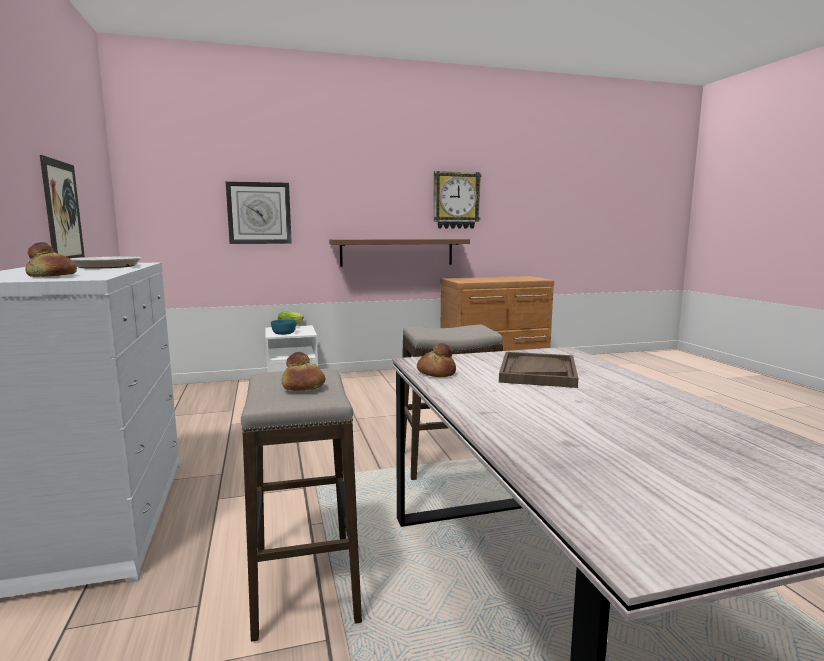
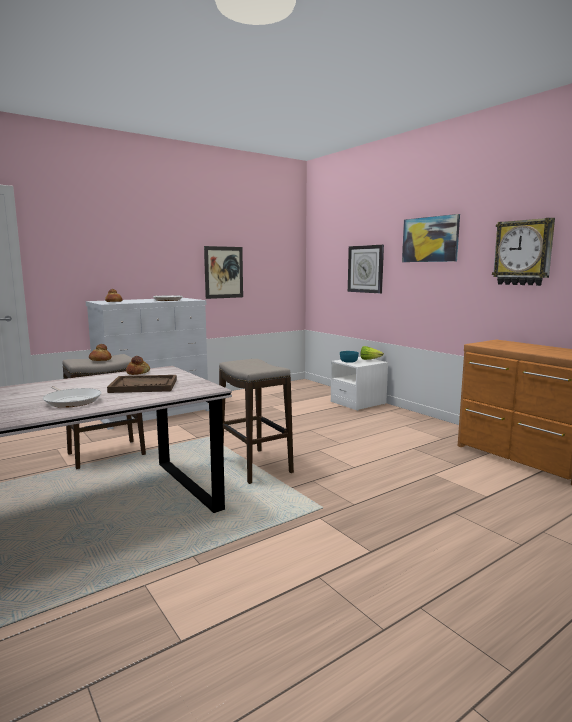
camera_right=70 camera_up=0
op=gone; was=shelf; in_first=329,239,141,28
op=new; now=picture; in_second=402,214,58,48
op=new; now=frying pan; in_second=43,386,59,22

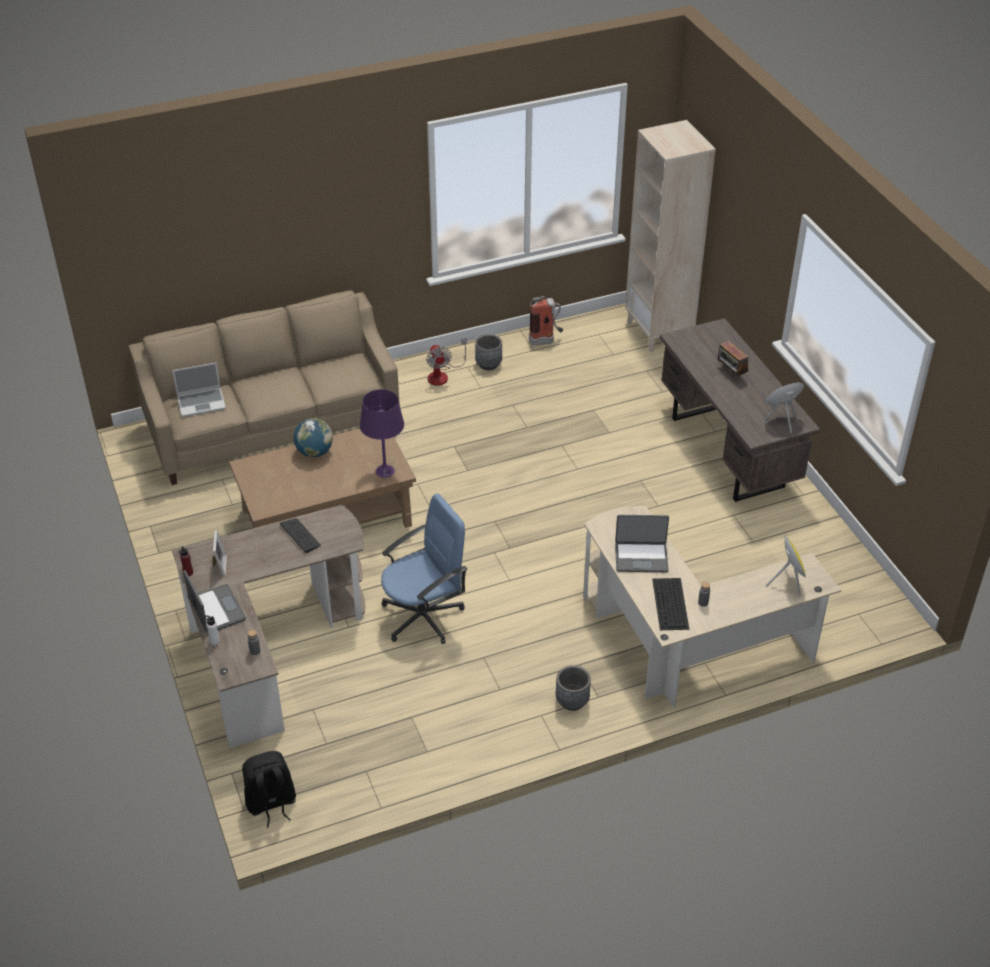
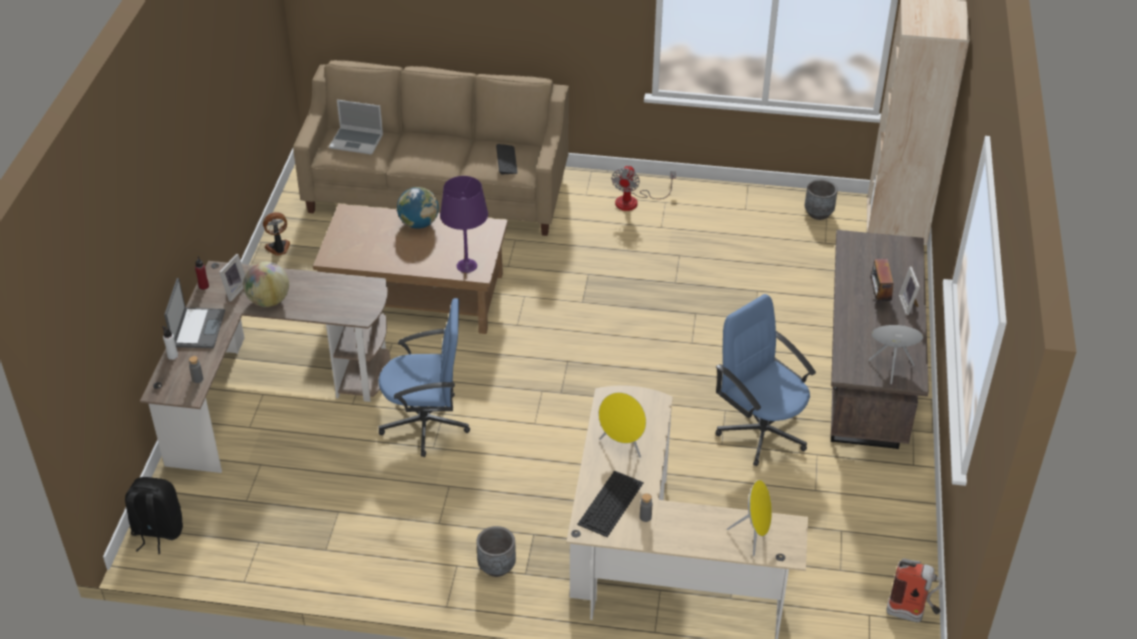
camera_right=30 camera_up=0
op=shifted; was=fire extinguisher; in_first=529,296,34,49; in_second=886,559,56,64
op=shifted; was=planter (grey); in_first=475,334,27,36; in_second=805,179,33,41
op=swapped; was=laptop; now=speaker (yellow); in_first=615,515,54,57; in_second=599,392,47,66
op=shifted; was=keyboard; in_first=280,518,41,35; in_second=496,144,22,30
op=new; now=fan; in_second=263,212,27,44
op=new; now=globe; in_second=243,262,46,45
op=new; now=picture frame; in_second=899,266,21,49
op=new; now=office chair (blue); in_second=715,294,101,172

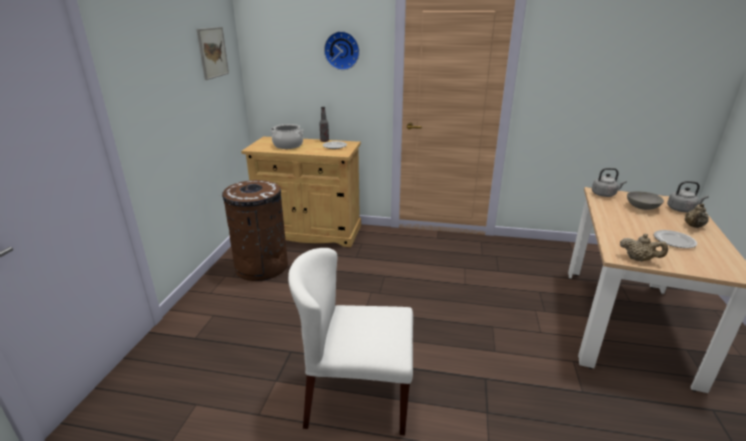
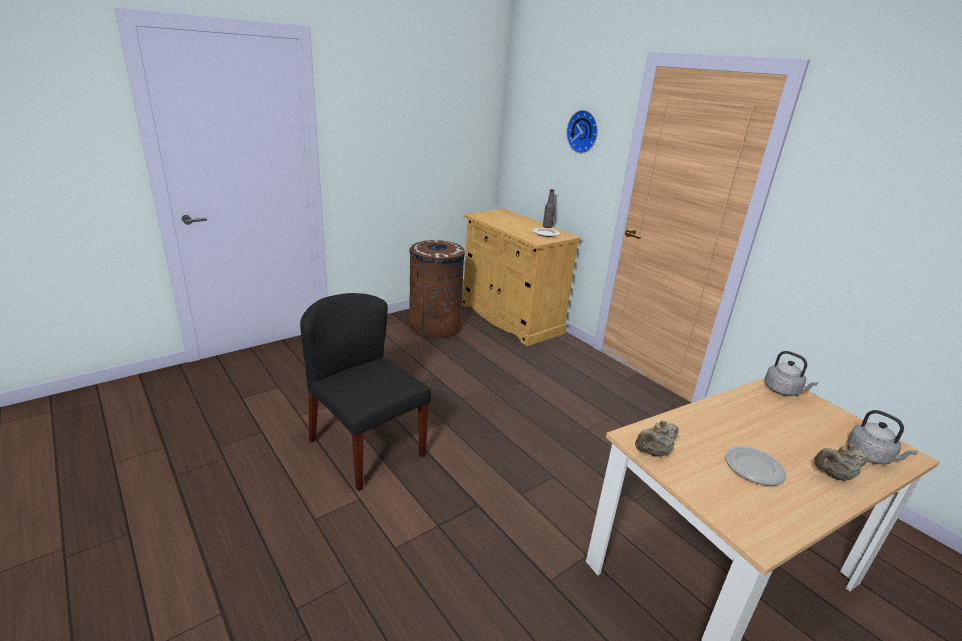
camera_right=40 camera_up=0
op=gone; was=picture; in_first=197,27,32,53
op=gone; was=cooking pot; in_first=270,124,34,25
op=gone; was=bowl (grey); in_first=627,191,37,19
op=rotated; was=teapot (beige); in_first=620,234,48,27; in_second=635,420,44,37; clockwise=75
op=repainted; was=chair (white); now=chair (black); in_first=288,248,125,187; in_second=300,293,131,198

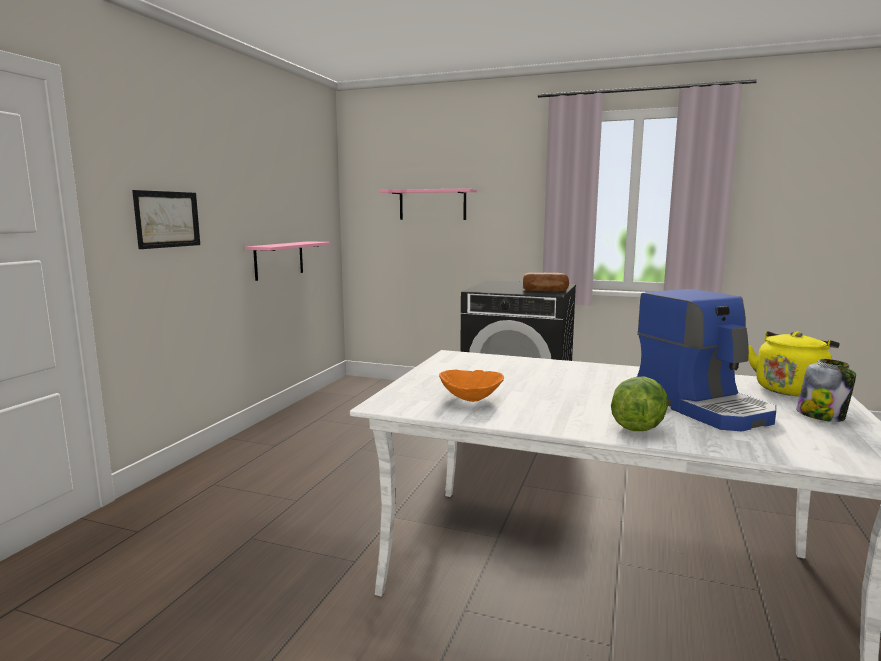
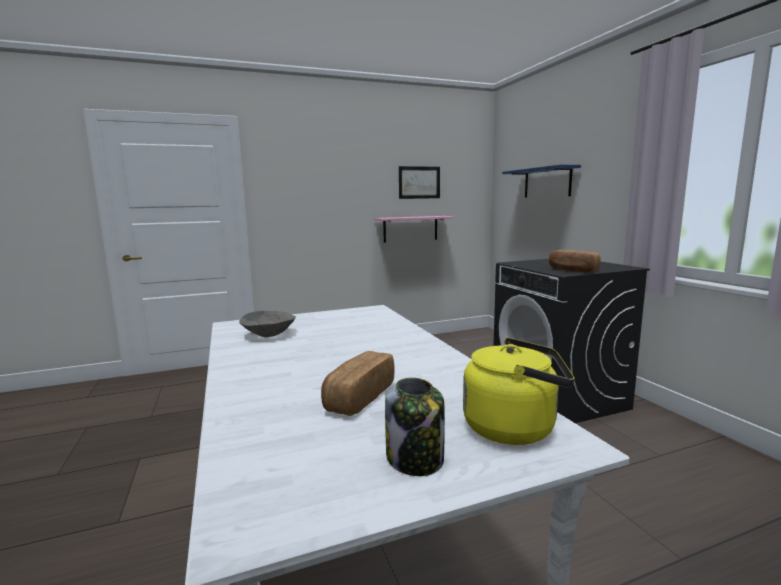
camera_right=50 camera_up=0
op=repainted; was=shelf (pink); now=shelf (blue); in_first=380,188,97,32; in_second=502,165,79,33
op=shifted; was=picture; in_first=132,190,68,59; in_second=399,166,41,33
op=swapped; was=coffee machine; now=bread; in_first=637,289,139,142; in_second=321,351,74,65
op=repainted; was=bowl (orange); now=bowl (grey); in_first=439,369,65,33; in_second=239,311,57,26
op=gone; was=lettuce; in_first=611,376,57,55

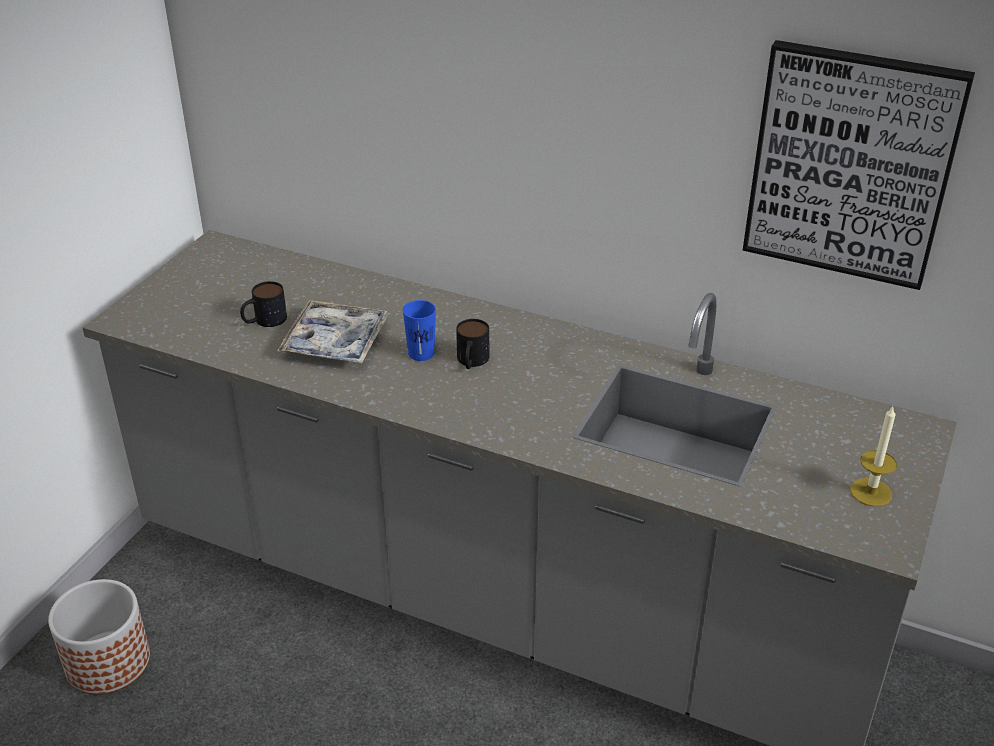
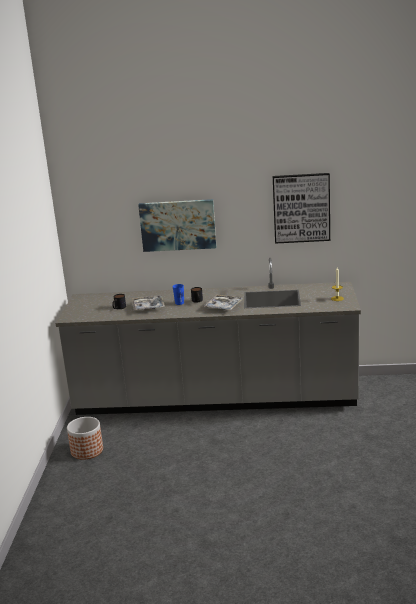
camera_right=-20 camera_up=-15
op=new; now=picture; in_second=138,199,78,53
op=new; now=tray; in_second=203,295,40,15

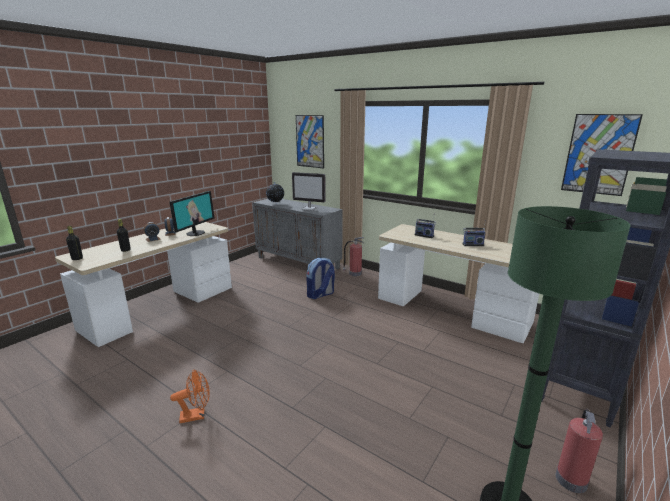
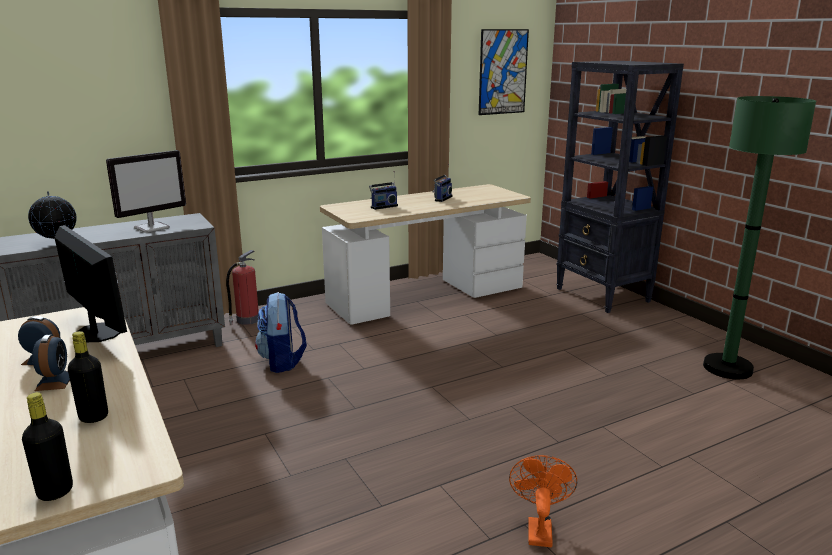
camera_right=-65 camera_up=0
op=gone; was=picture; in_first=296,115,28,53
op=gone; was=fire extinguisher; in_first=556,409,47,84

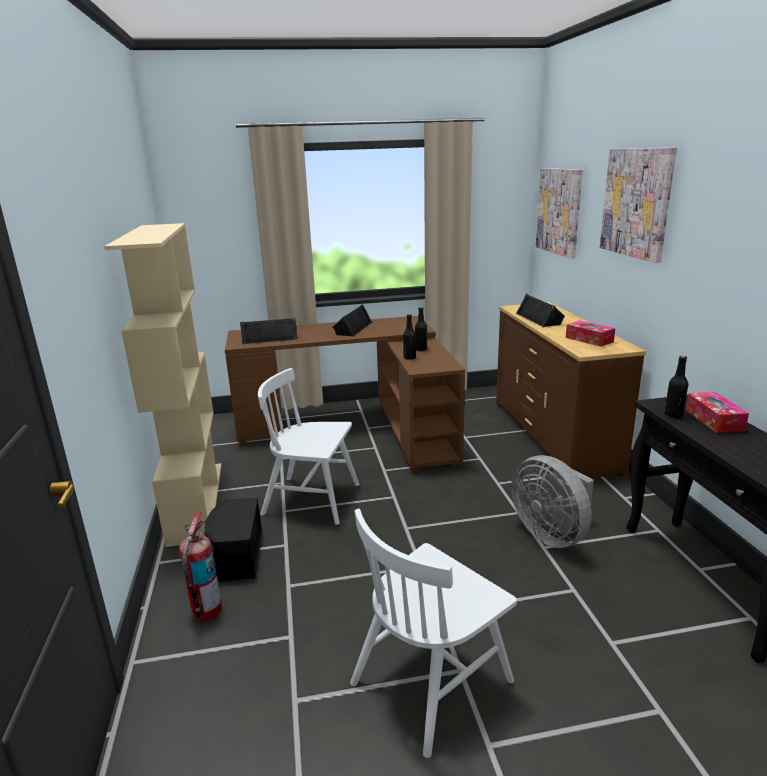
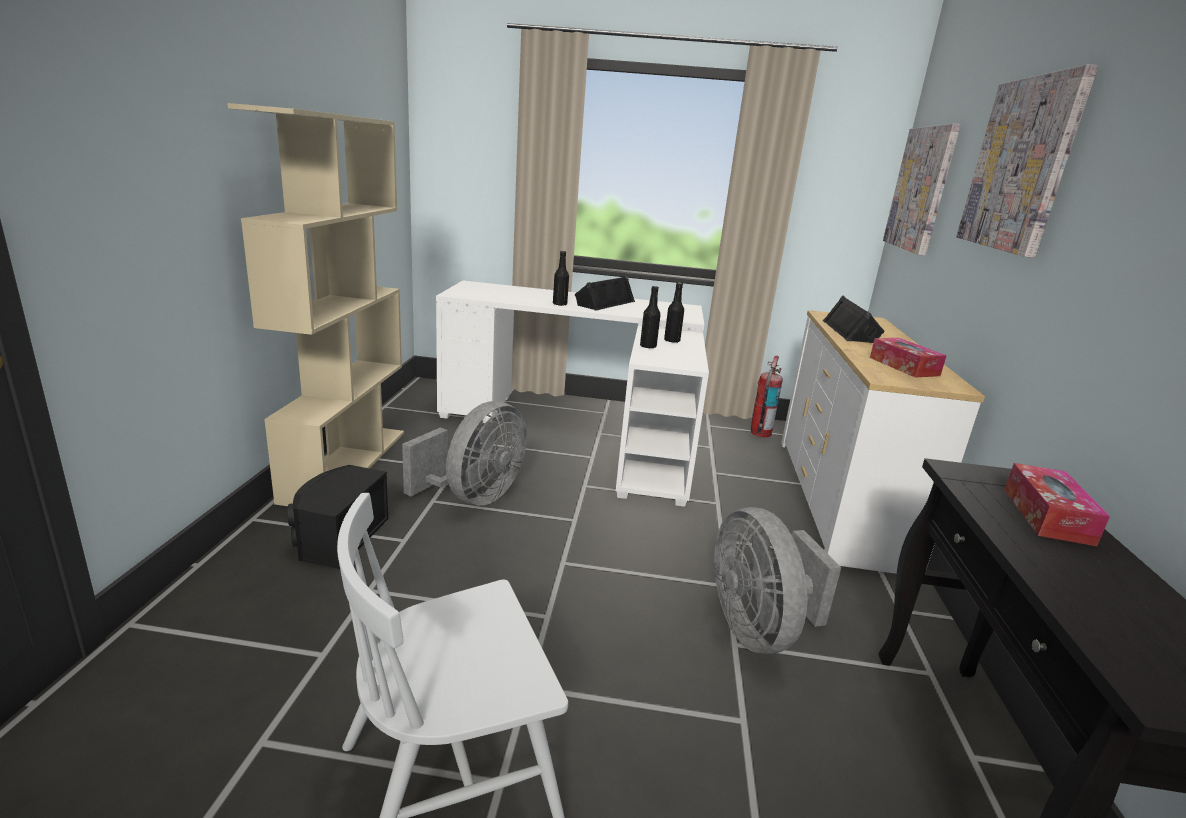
camera_right=15 camera_up=0
op=repainted; was=dresser (brown); now=dresser (white); in_first=496,302,150,176; in_second=781,310,204,264
op=repainted; was=desk (brown); now=desk (white); in_first=225,316,240,157; in_second=436,281,273,226
op=gone; was=speaker (black); in_first=240,318,58,26
op=shifted; was=bottle (black); in_first=664,356,24,62; in_second=553,251,16,55
op=swapped; was=chair (white); now=fan (grey); in_first=258,368,101,157; in_second=402,401,125,105
op=shifted; was=fire extinguisher; in_first=179,511,43,110; in_second=751,356,32,81

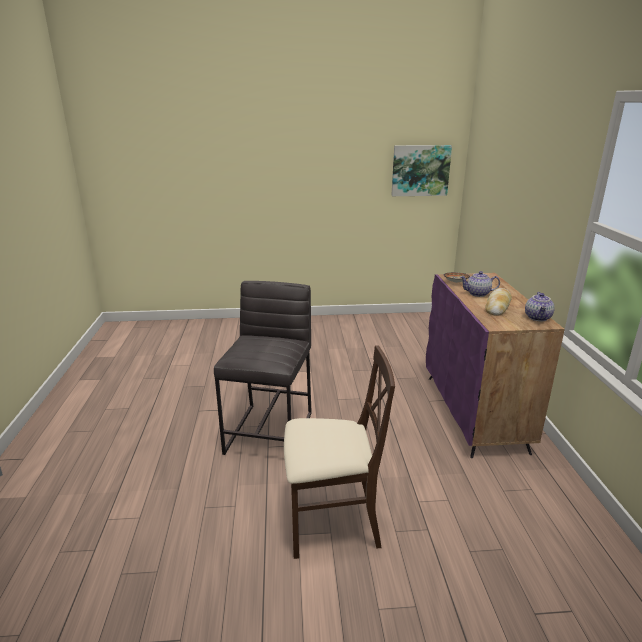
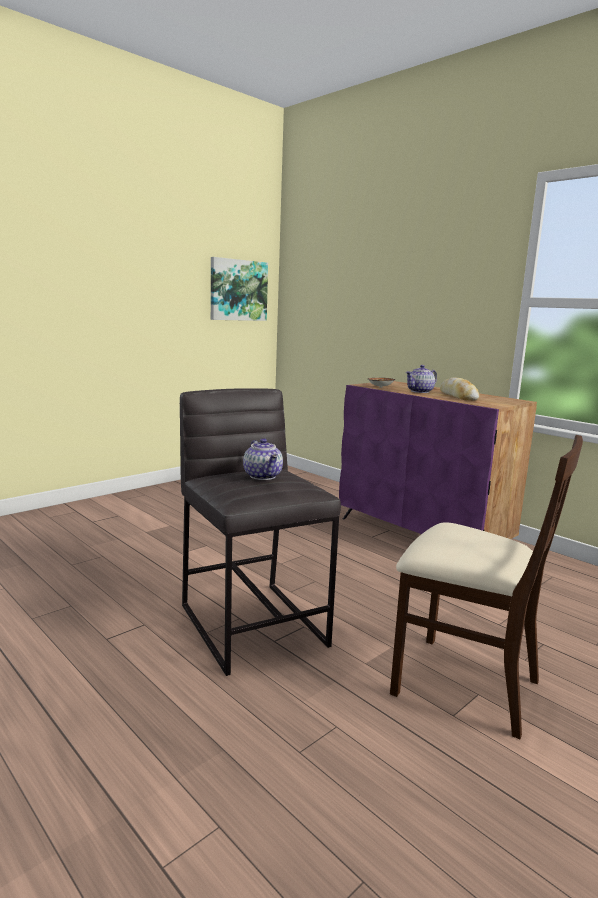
camera_right=-40 camera_up=-10
op=shifted; was=teapot; in_first=525,292,30,30; in_second=243,438,40,42
op=rotated; was=chair (beige); in_first=284,345,111,214; in_second=390,435,193,304; clockwise=75

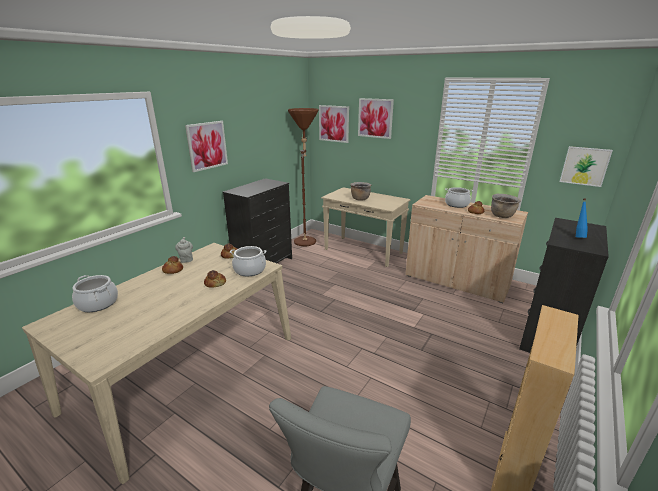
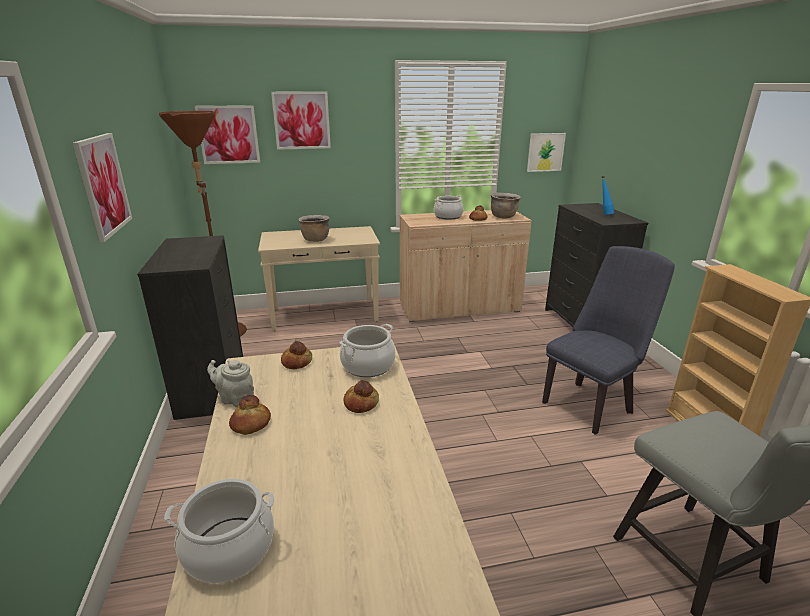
camera_right=-45 camera_up=0
op=new; now=chair (blue); in_second=542,246,133,189

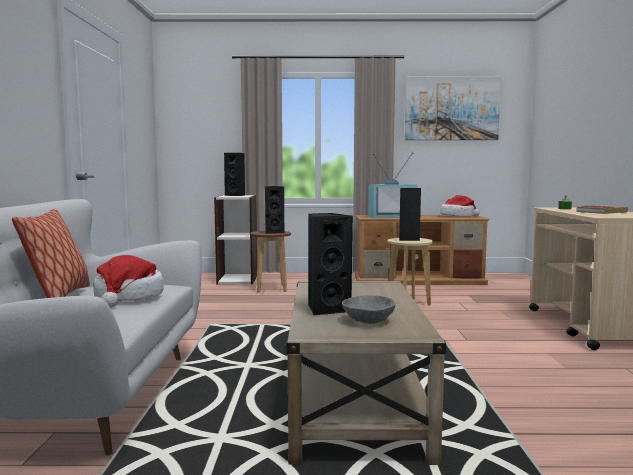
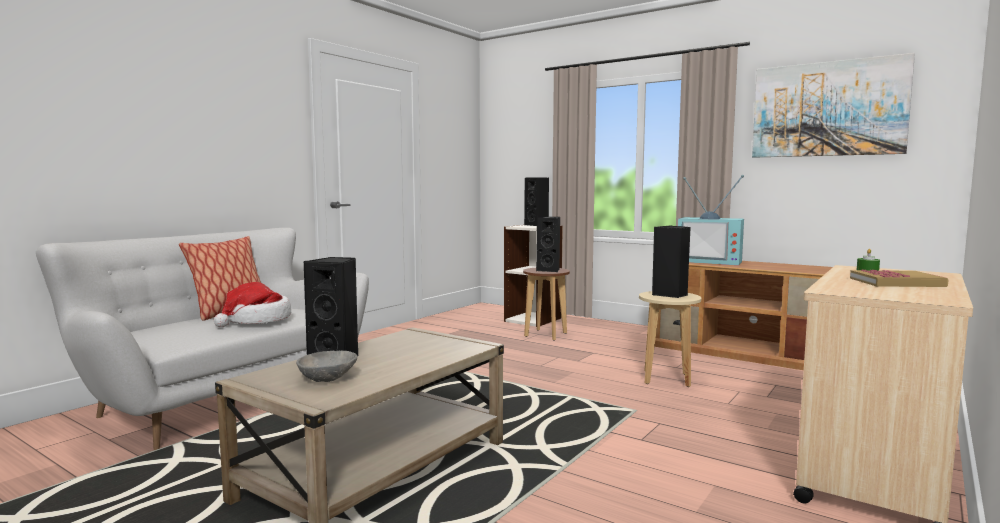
camera_right=35 camera_up=0
op=gone; was=hat; in_first=440,195,40,21

